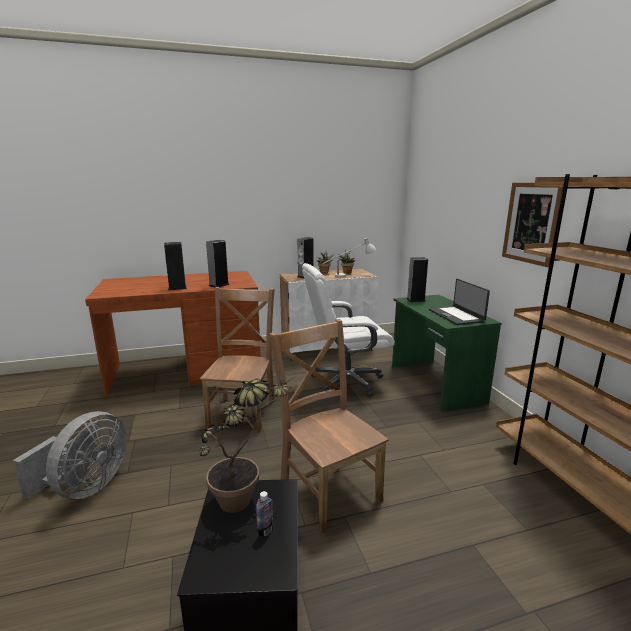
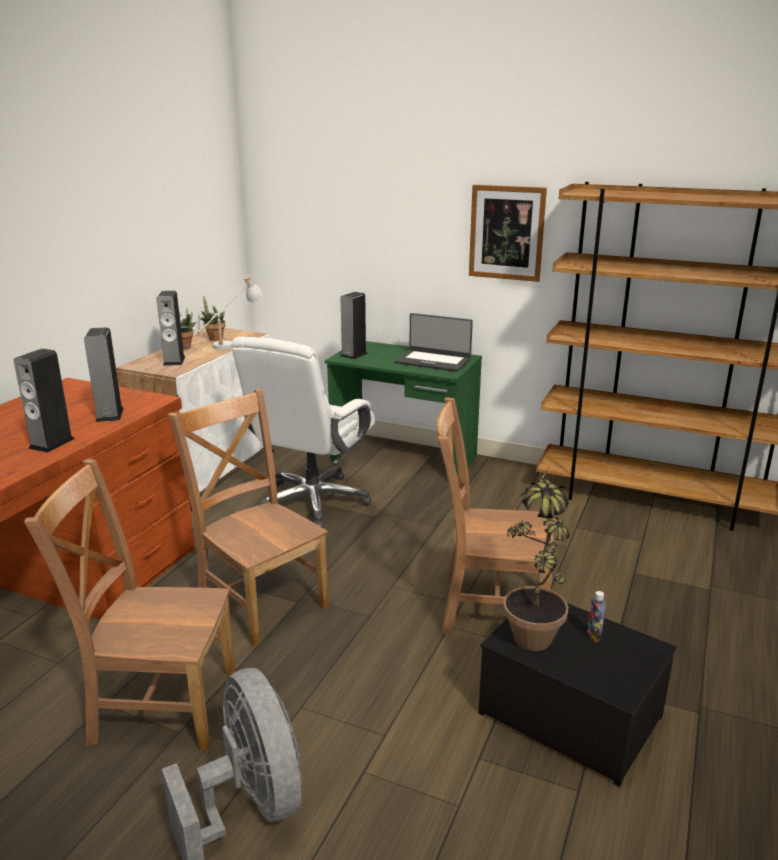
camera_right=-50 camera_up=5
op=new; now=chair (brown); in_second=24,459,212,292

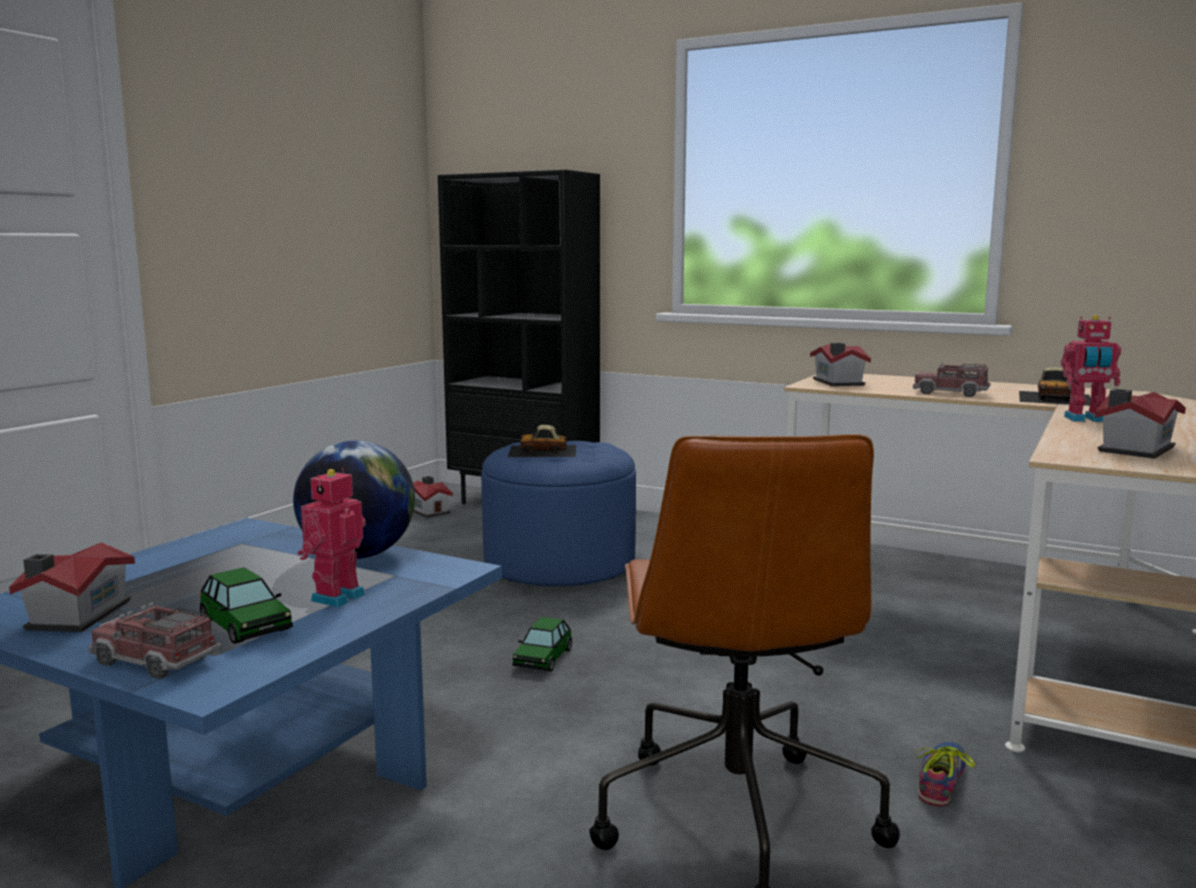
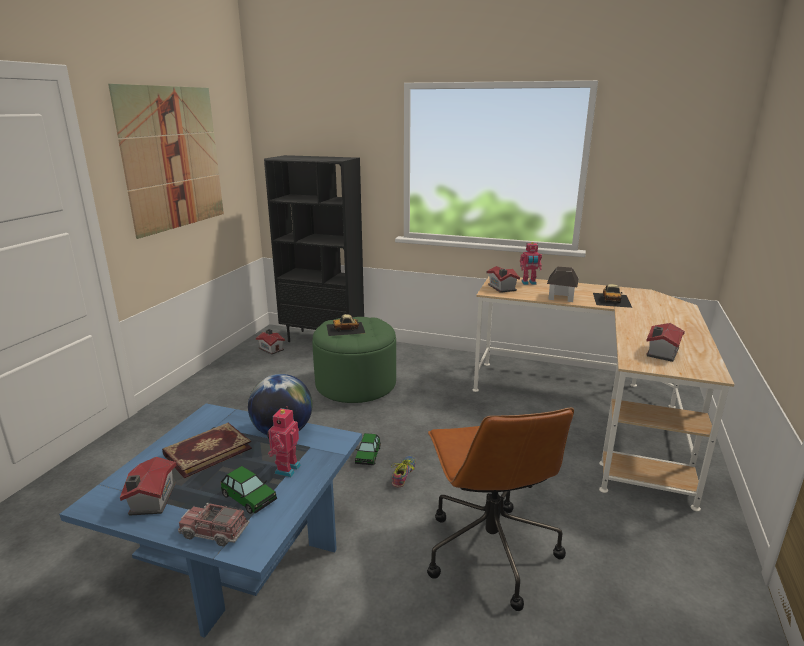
camera_right=-10 camera_up=10
op=shifted; was=toy robot; in_first=1061,315,60,107; in_second=520,242,22,43
op=swapped; was=toy truck; now=toy house; in_first=913,362,78,35; in_second=547,267,32,35
op=repainted; was=ottoman (blue); now=ottoman (green); in_first=481,441,155,145; in_second=312,317,84,86
op=shifted; was=shoe; in_first=915,741,60,65; in_second=391,456,24,31
op=new; now=picture; in_second=108,84,116,155
op=new; now=book; in_second=162,423,90,55

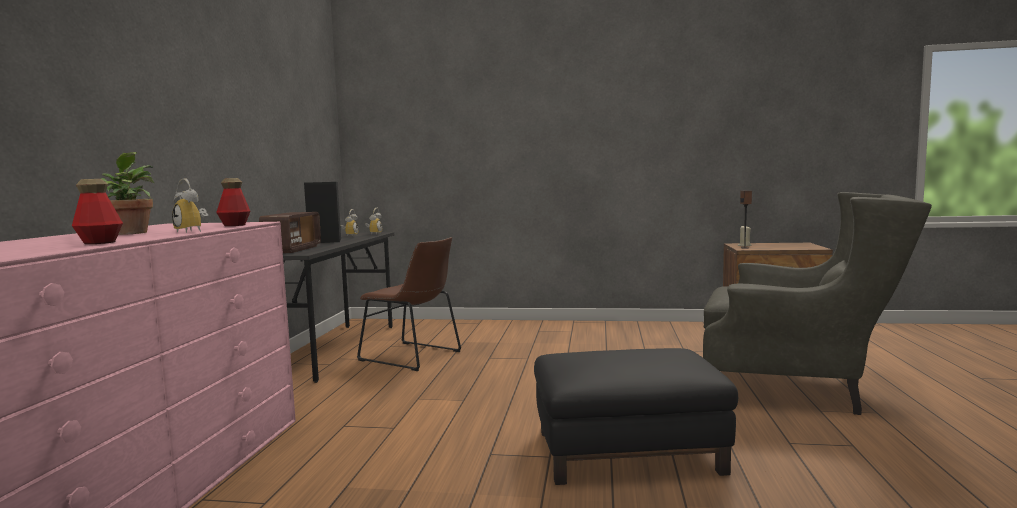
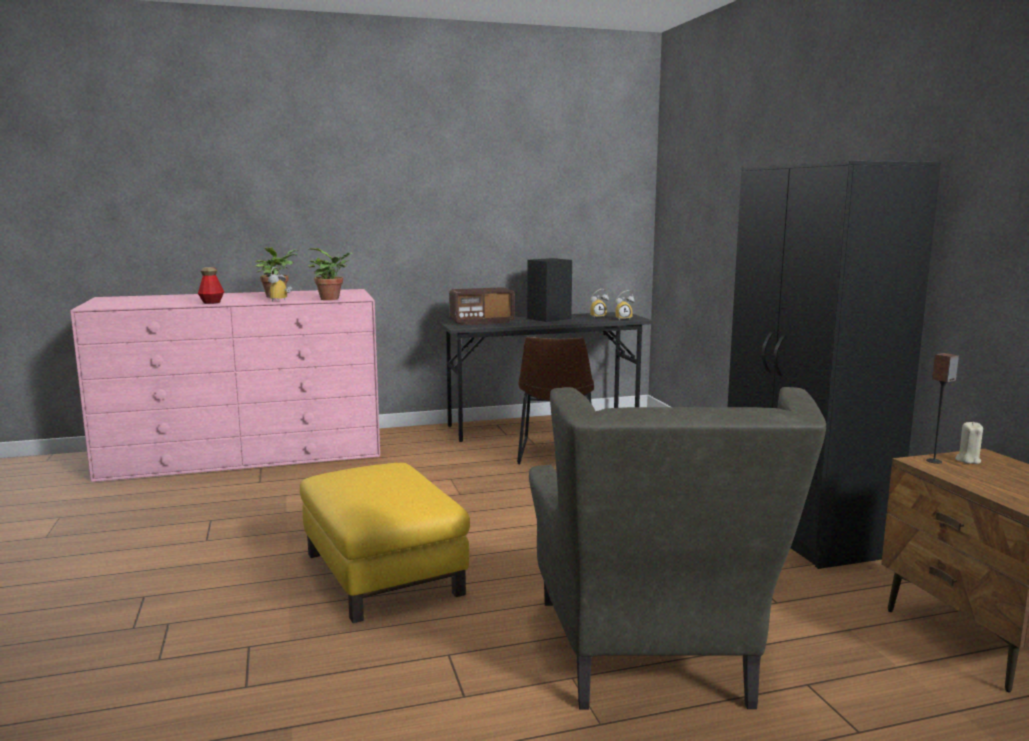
camera_right=65 camera_up=5
op=swapped; was=bottle; now=potted plant; in_first=216,178,34,48; in_second=308,248,45,52
op=repainted; was=ottoman (black); now=ottoman (yellow); in_first=534,348,204,137; in_second=300,463,170,160
op=new; now=wardrobe (black); in_second=728,160,213,409

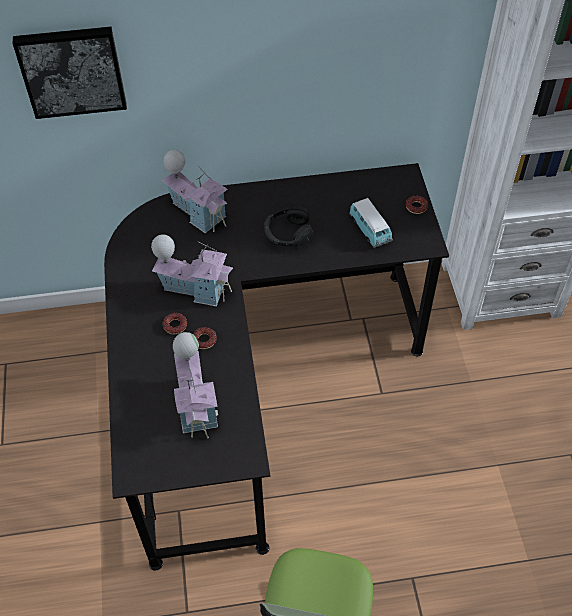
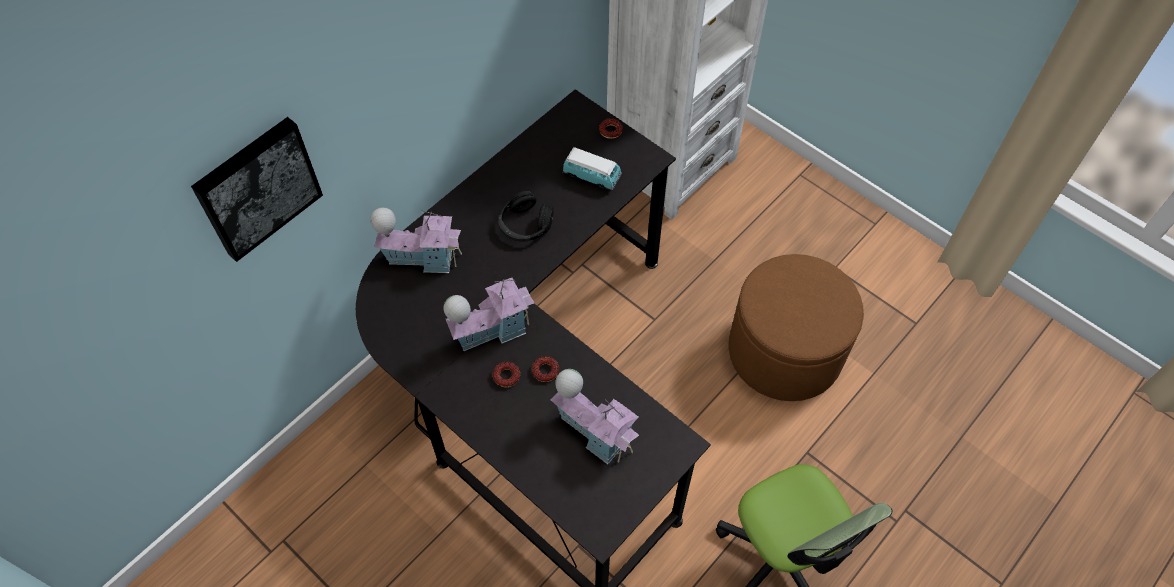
camera_right=-40 camera_up=5
op=new; now=ottoman (brown); in_second=729,254,135,147

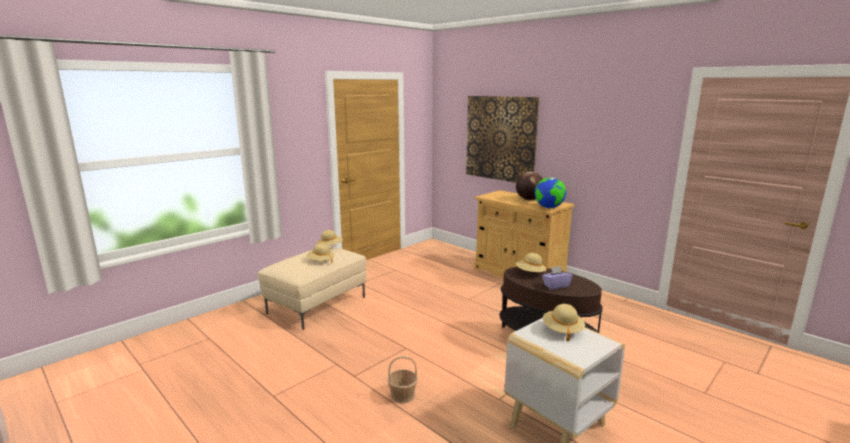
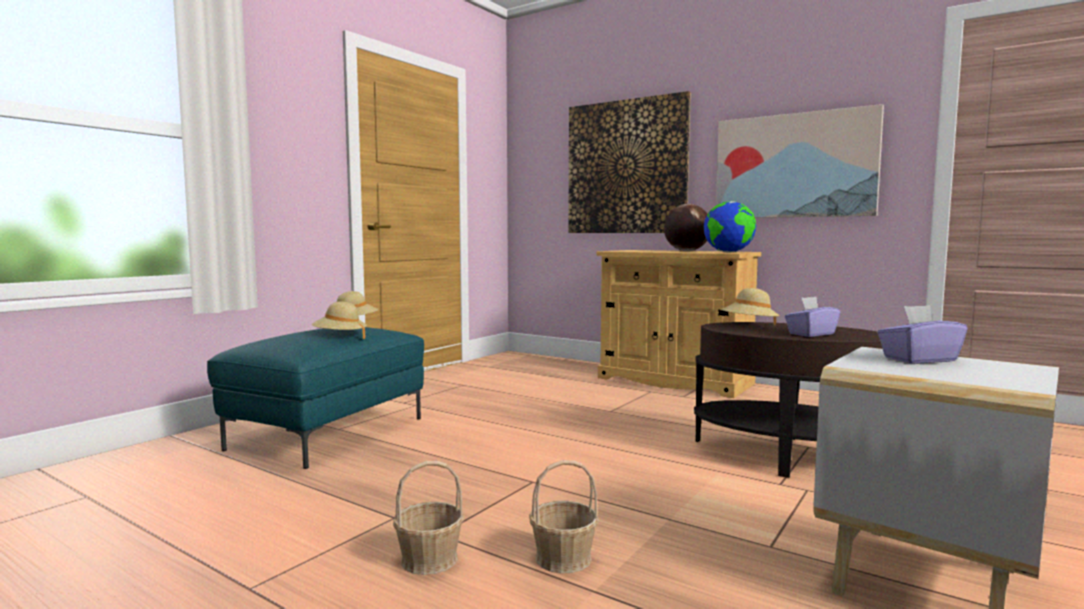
camera_right=-10 camera_up=-10
op=repainted; was=ottoman (beige); now=ottoman (turquoise); in_first=258,246,108,84; in_second=207,327,217,142
op=swapped; was=hat (beige); now=tissue box (purple); in_first=543,304,42,38; in_second=877,305,91,59
op=new; now=picture; in_second=716,104,168,114
op=new; now=basket; in_second=393,461,71,114

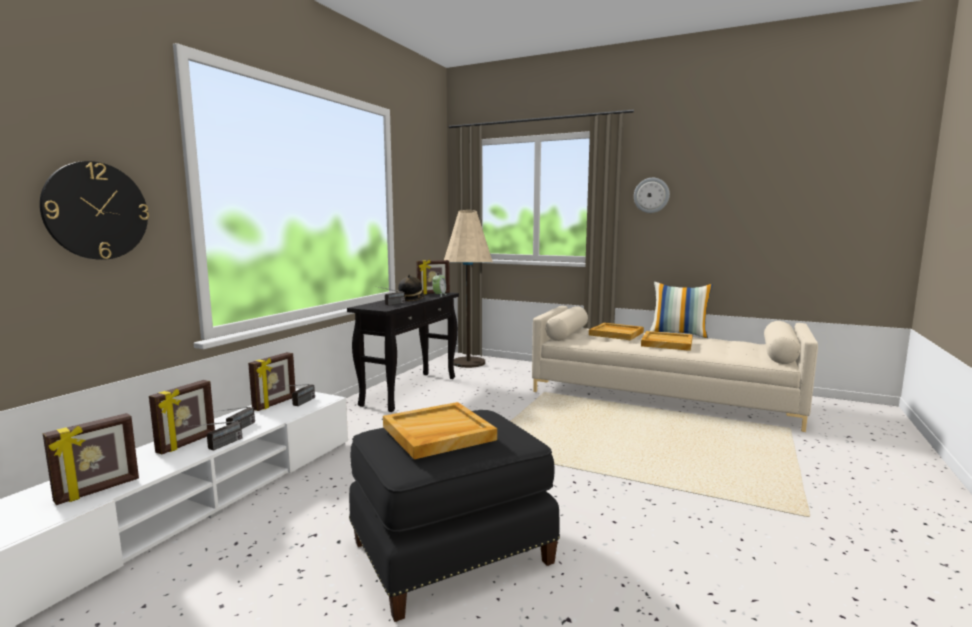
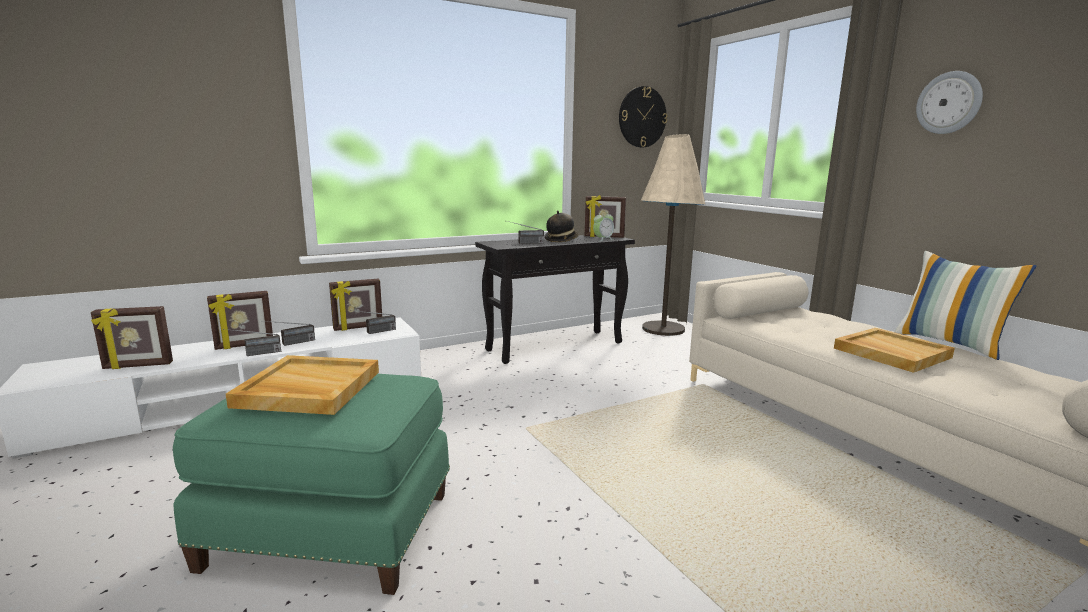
camera_right=35 camera_up=5
op=shifted; was=wall clock; in_first=40,161,109,99; in_second=619,86,48,62
op=gone; was=tray (beige); in_first=589,323,55,17
op=repainted; was=ottoman (black); now=ottoman (green); in_first=349,410,211,212; in_second=173,374,277,221

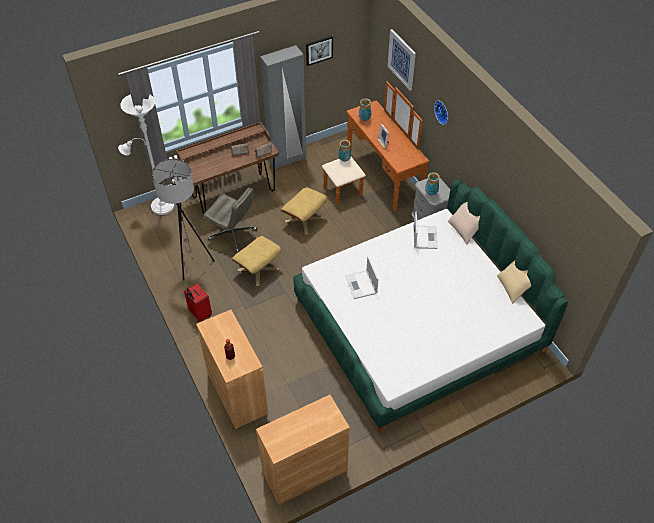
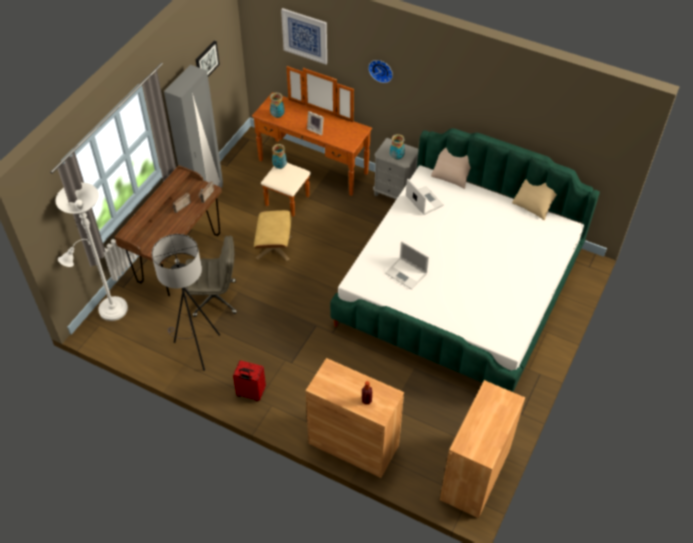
camera_right=-35 camera_up=0
op=gone; was=ottoman (beige); in_first=232,236,49,50

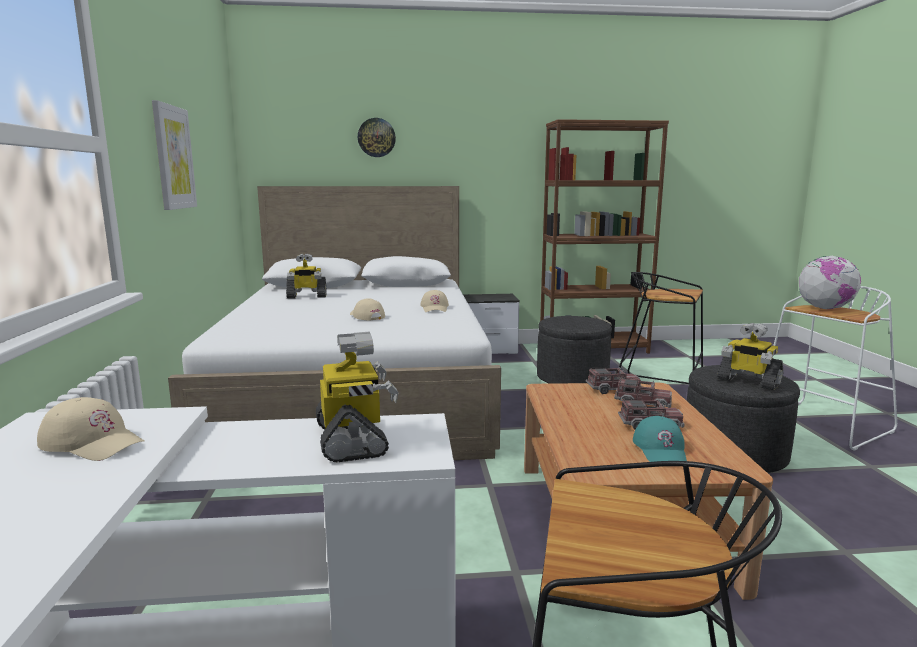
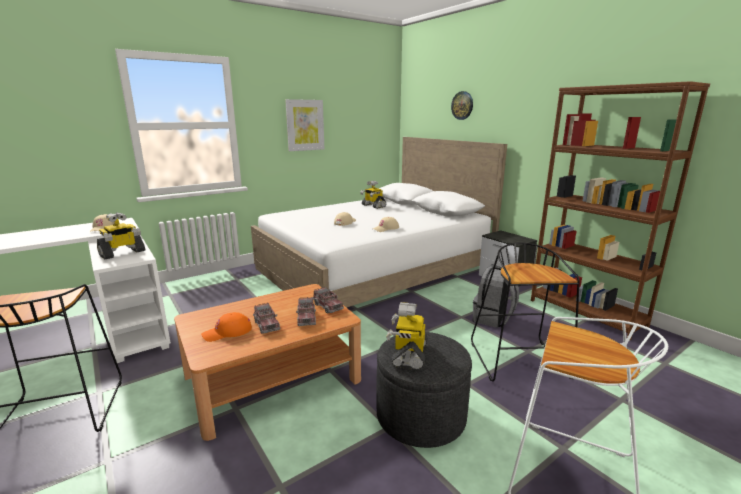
camera_right=60 camera_up=5
op=gone; was=globe; in_first=799,256,62,53
op=swapped; was=ottoman (grey); now=backpack (grey); in_first=537,316,75,68; in_second=473,266,46,62
op=repainted; was=cap (turquoise); now=cap (orange); in_first=633,416,54,46; in_second=201,312,51,30

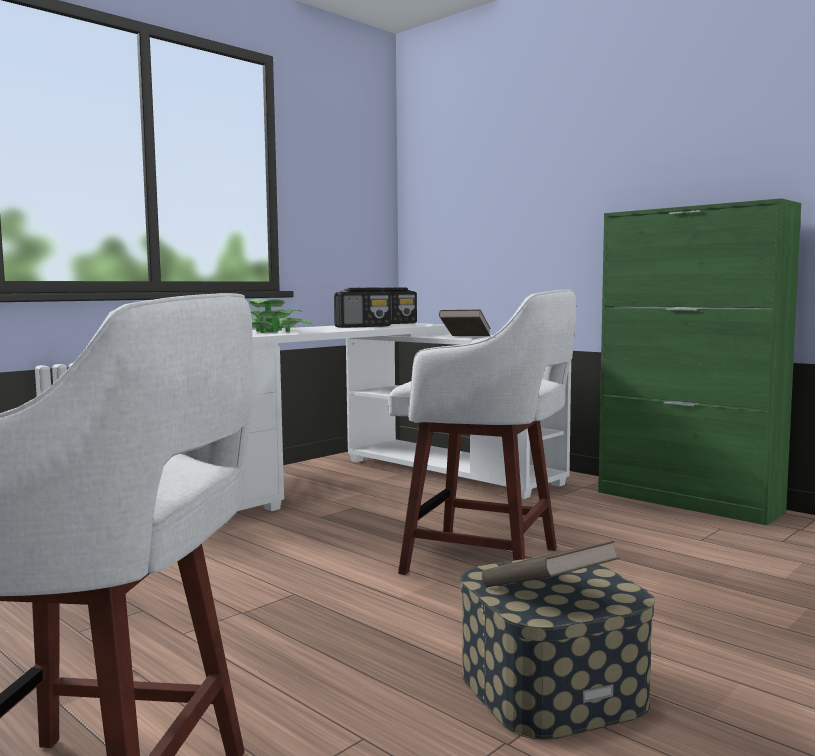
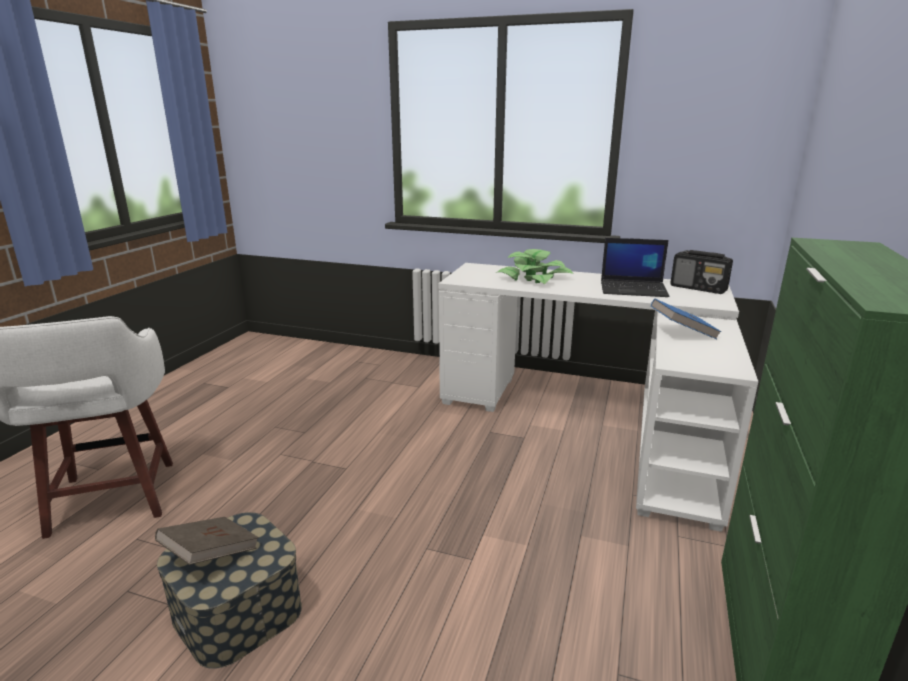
camera_right=65 camera_up=15
op=swapped; was=radio; now=laptop; in_first=334,287,57,41; in_second=601,238,68,59
op=gone; was=stool (white); in_first=388,289,188,286
op=repainted; was=book (brown); now=book (blue); in_first=439,310,52,26; in_second=651,299,70,40

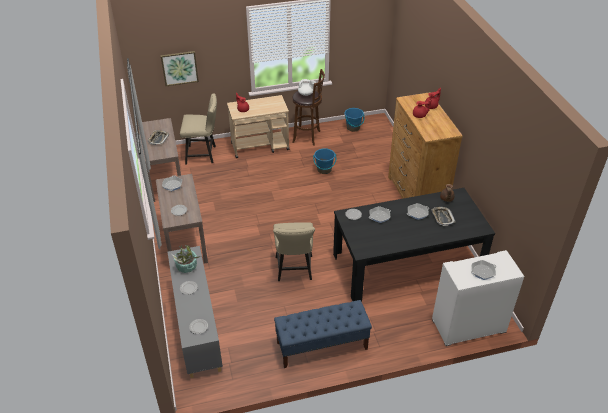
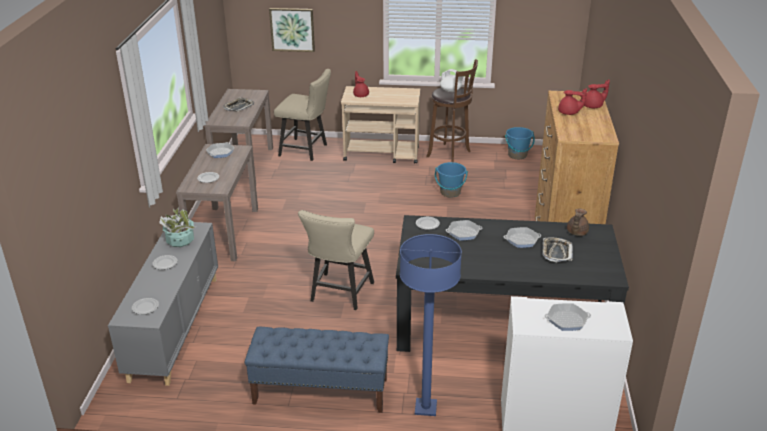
camera_right=20 camera_up=-10
op=new; now=floor lamp (blue); in_second=400,234,62,182

